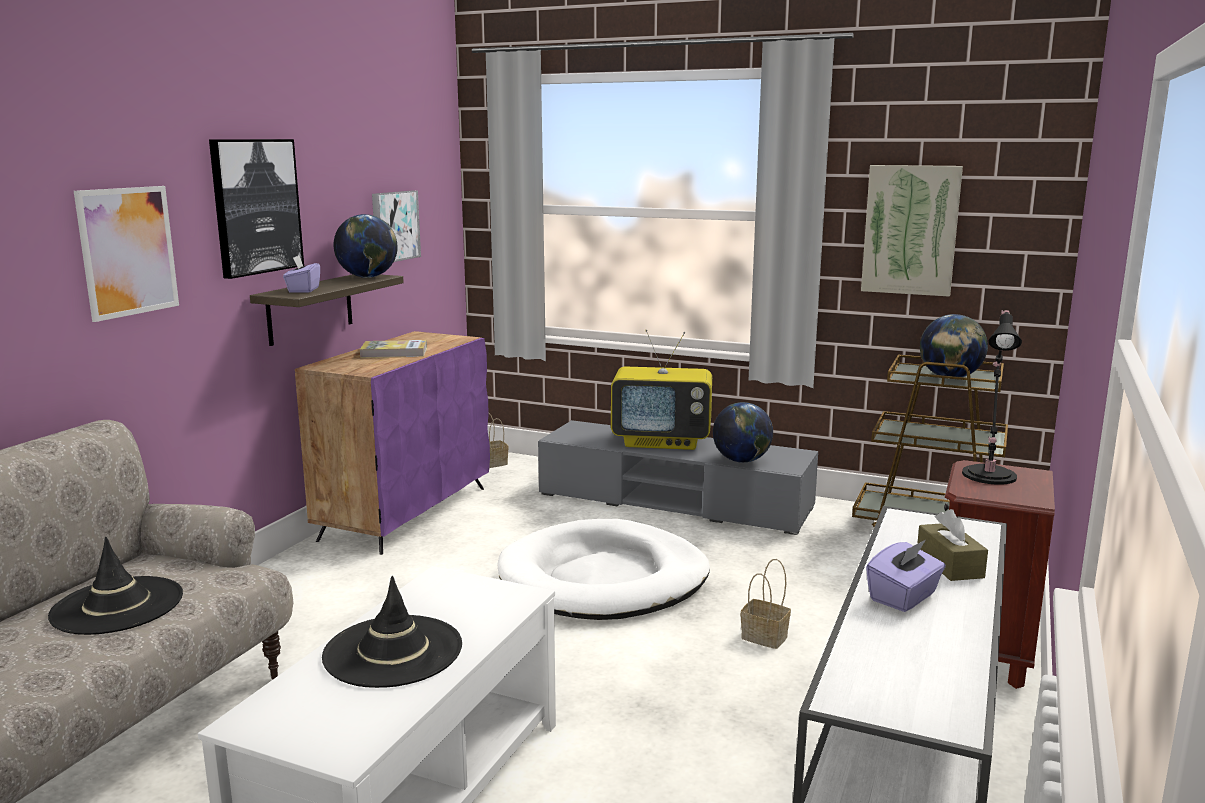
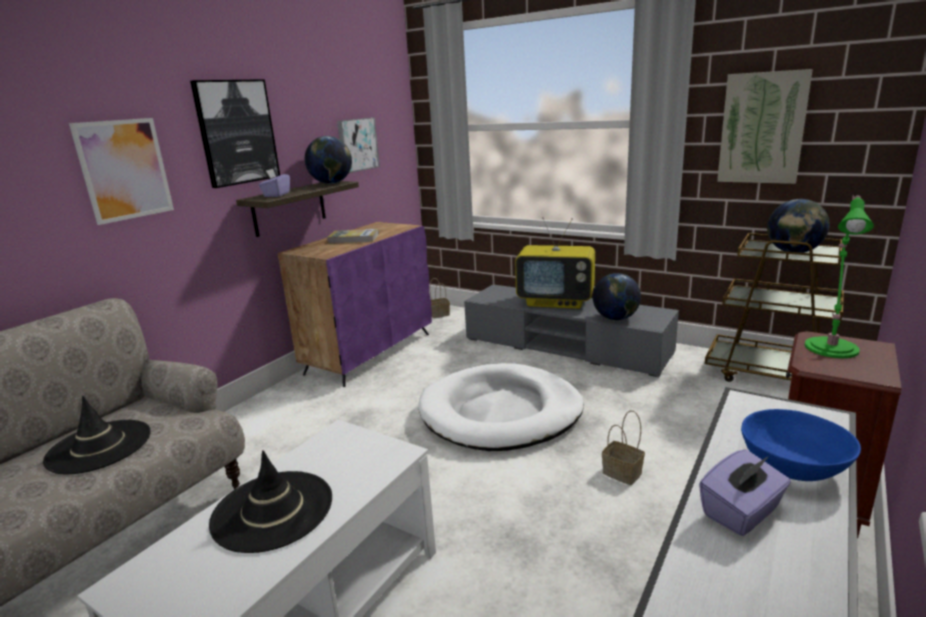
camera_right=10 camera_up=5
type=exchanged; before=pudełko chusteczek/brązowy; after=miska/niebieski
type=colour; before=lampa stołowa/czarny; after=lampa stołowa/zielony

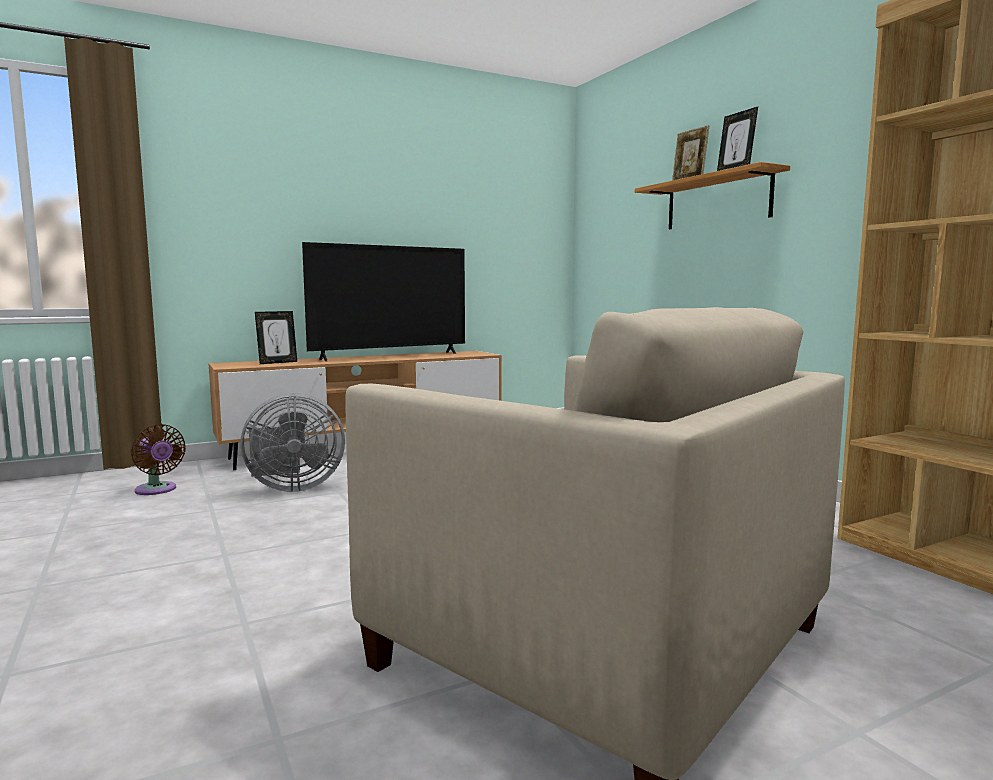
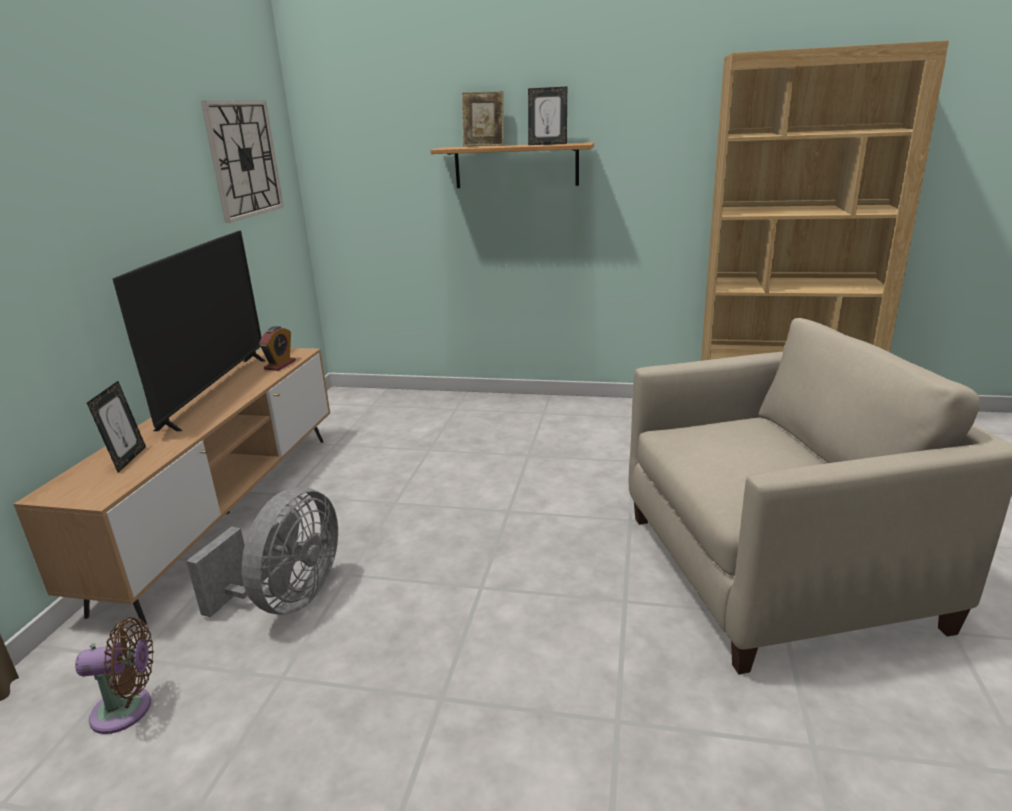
camera_right=-50 camera_up=15
type=appeared; after=zegar ścienny
type=appeared; after=budzik

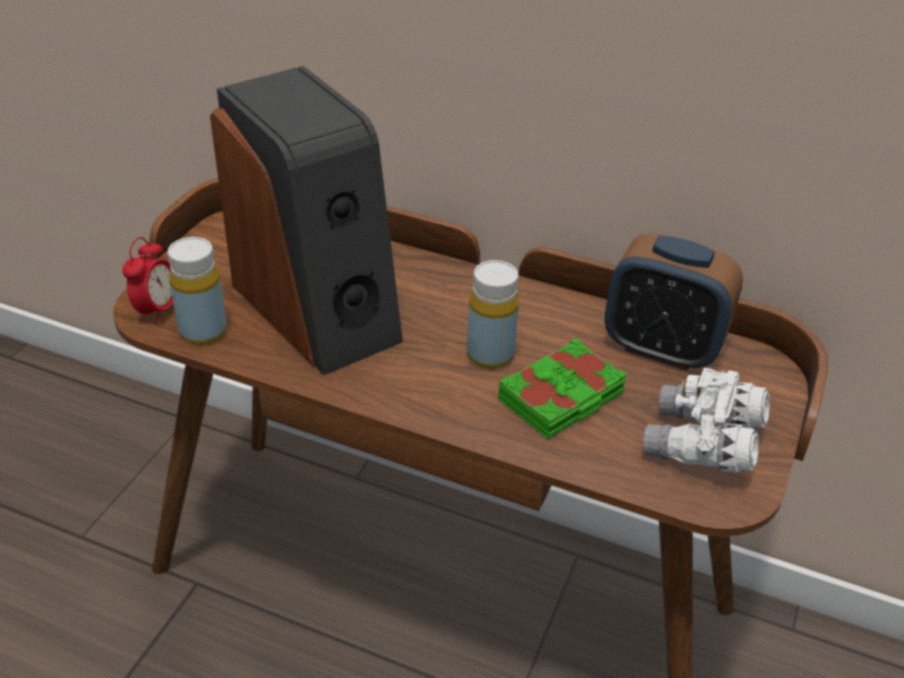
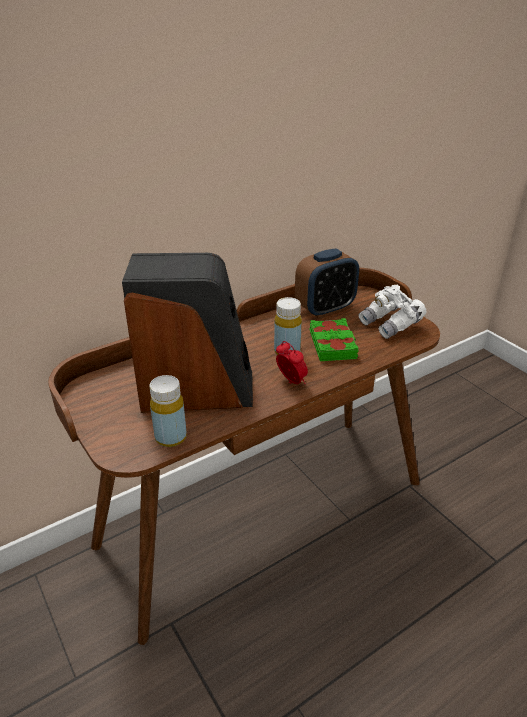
camera_right=-55 camera_up=-5
type=relocated; before=budzik (no. 1 from left)

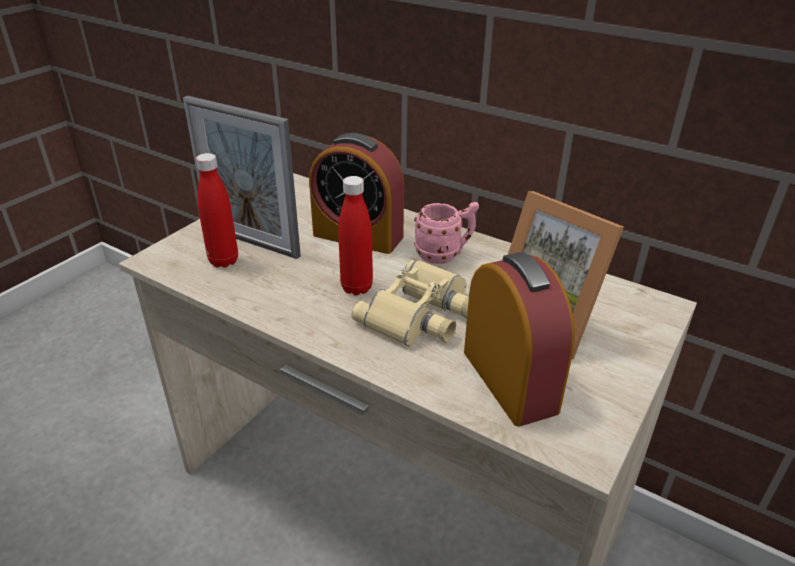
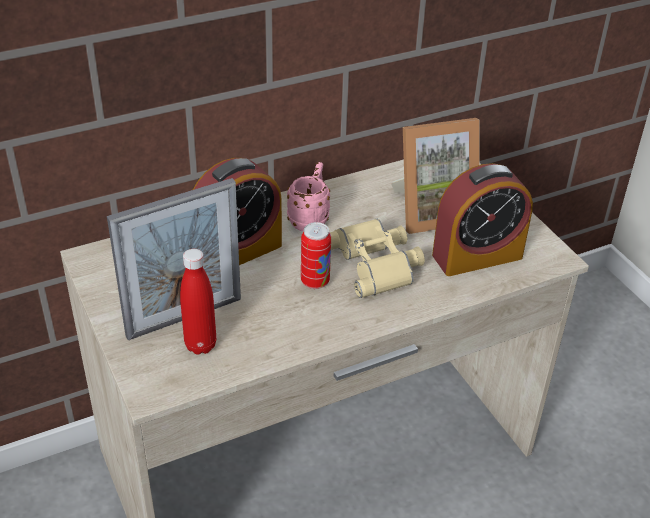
camera_right=-60 camera_up=5
type=exchanged; before=butelka/czerwony (no. 2 from left); after=puszka
type=spun; before=budzik (no. 2 from left); turn=150

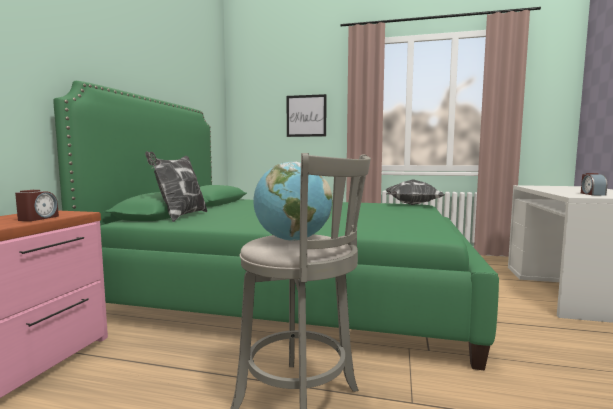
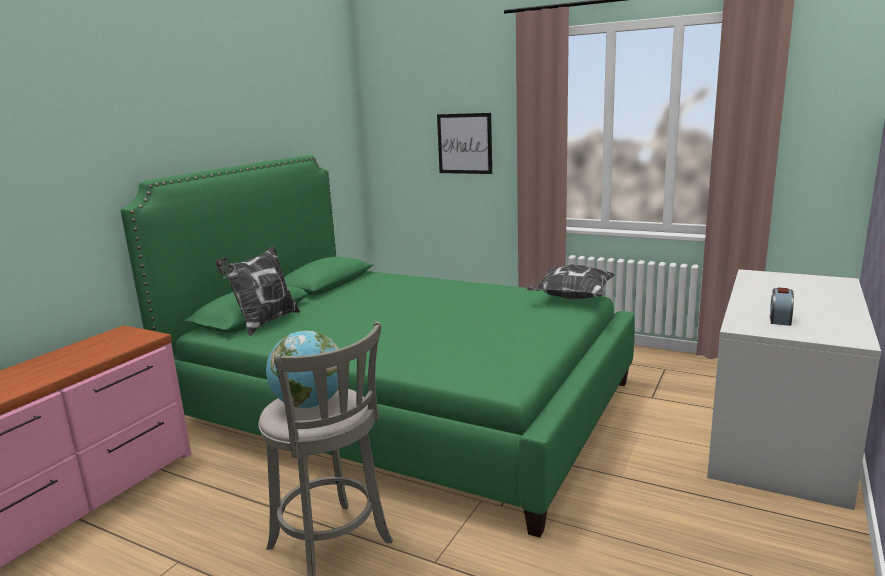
camera_right=15 camera_up=10
type=missing; before=budzik (no. 1 from left)

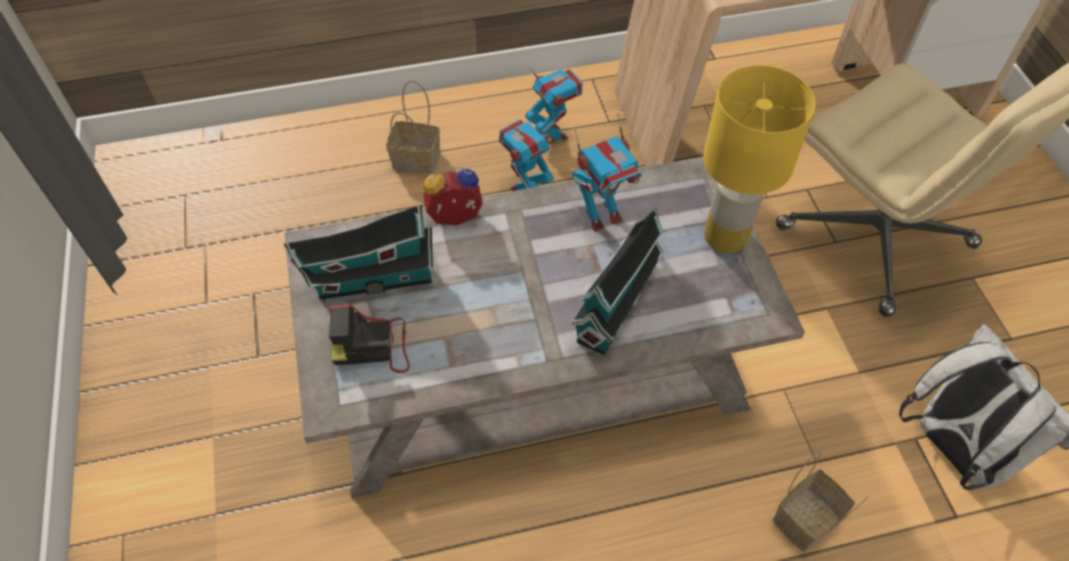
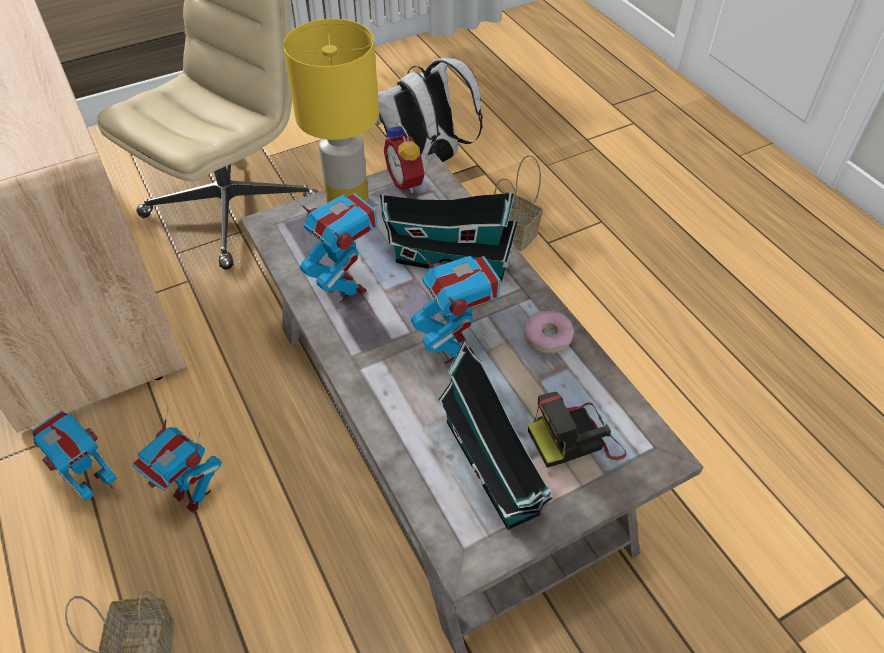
camera_right=-105 camera_up=-5
type=appeared; after=robot zabawkowy (no. 4 from left)
type=appeared; after=donut
type=relocated; before=budzik
type=spun; before=aparat fotograficzny; turn=90

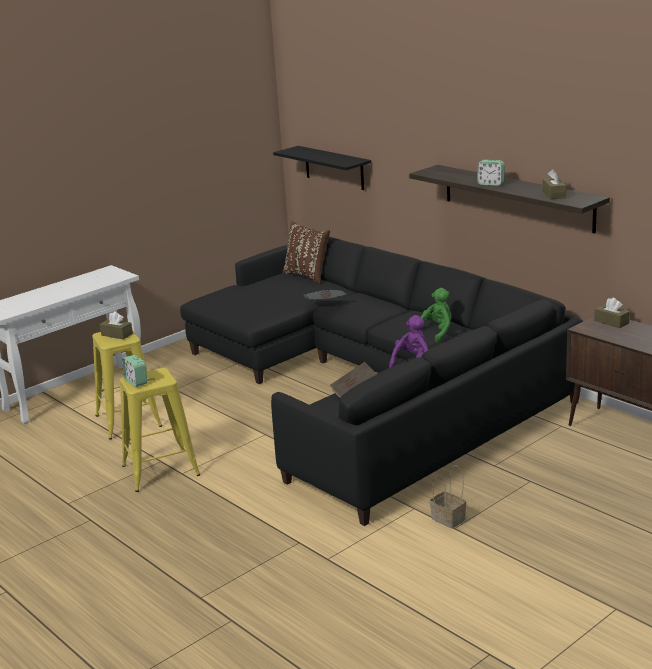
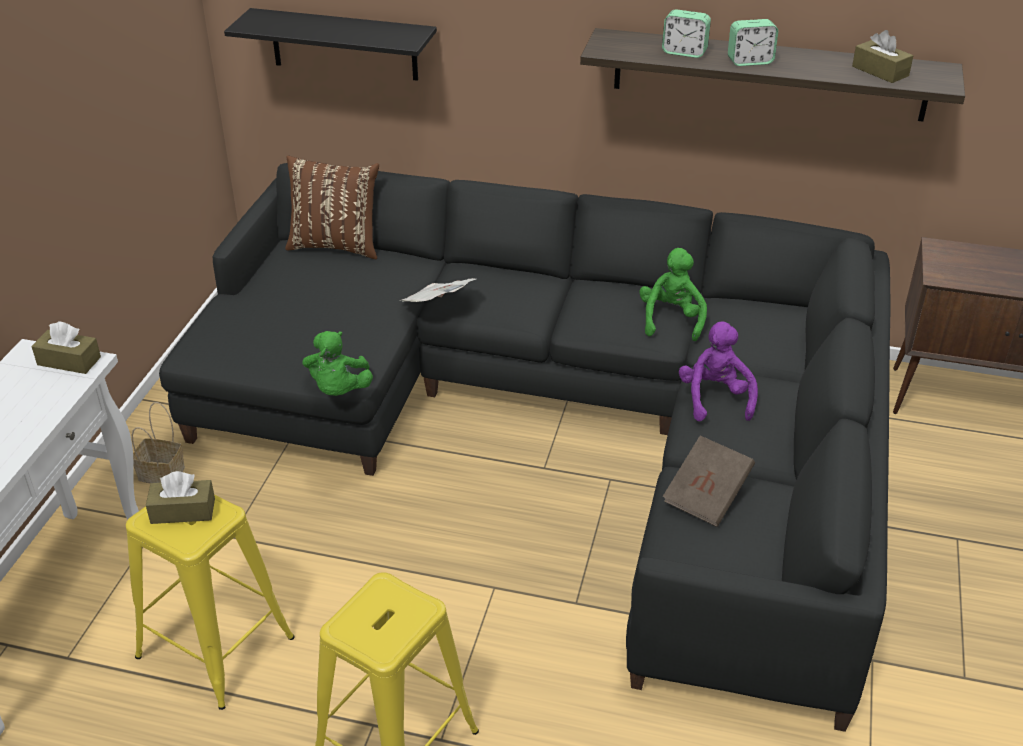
camera_right=-35 camera_up=15
type=appeared; after=pluszak/zielony (no. 1 from left)
type=relocated; before=budzik (no. 1 from left)
type=relocated; before=koszyk
type=relocated; before=pudełko chusteczek/brązowy (no. 3 from left in the first image); after=pudełko chusteczek/brązowy (no. 1 from left)

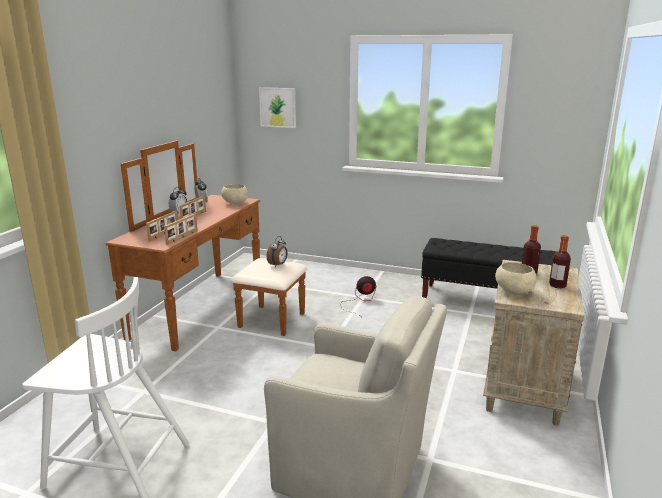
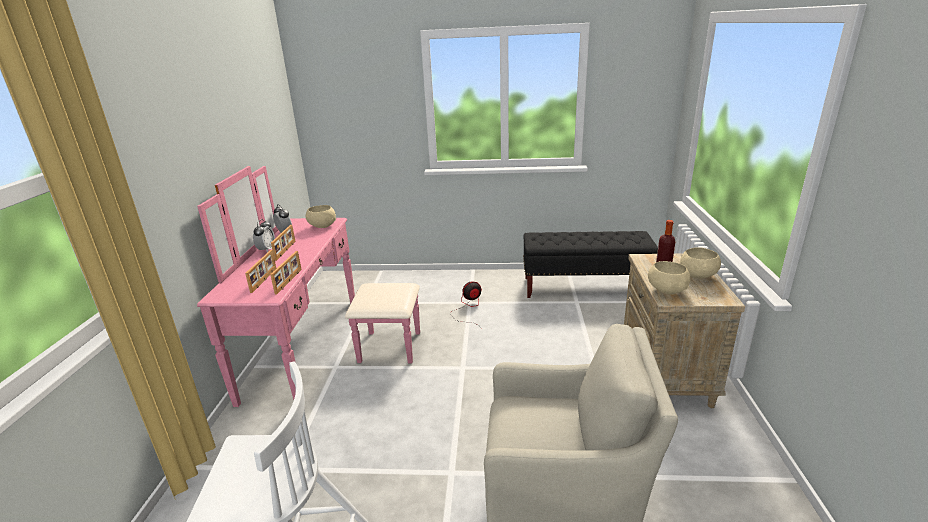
camera_right=-15 camera_up=5
type=missing; before=obraz
type=missing; before=budzik (no. 3 from left)
type=exchanged; before=butelka (no. 2 from left); after=miska/beżowy (no. 3 from left)
type=colour; before=komoda/brązowy; after=komoda/różowy

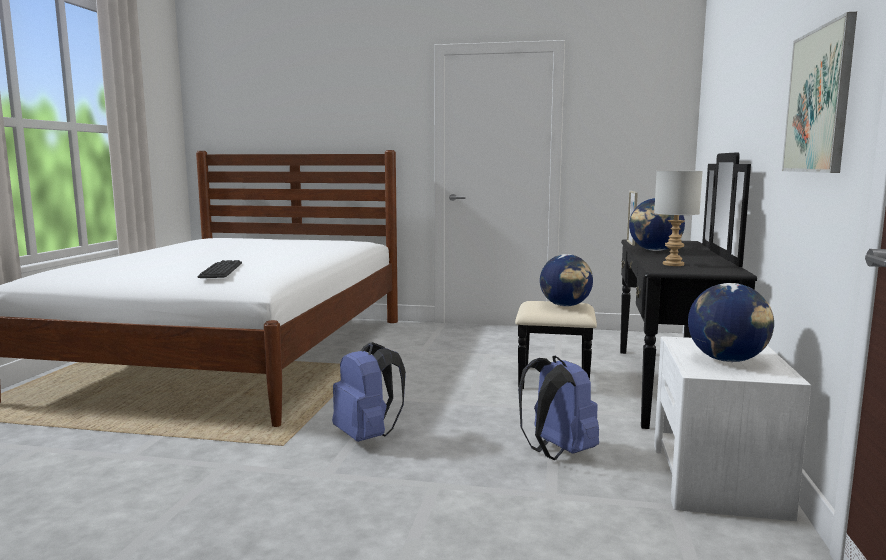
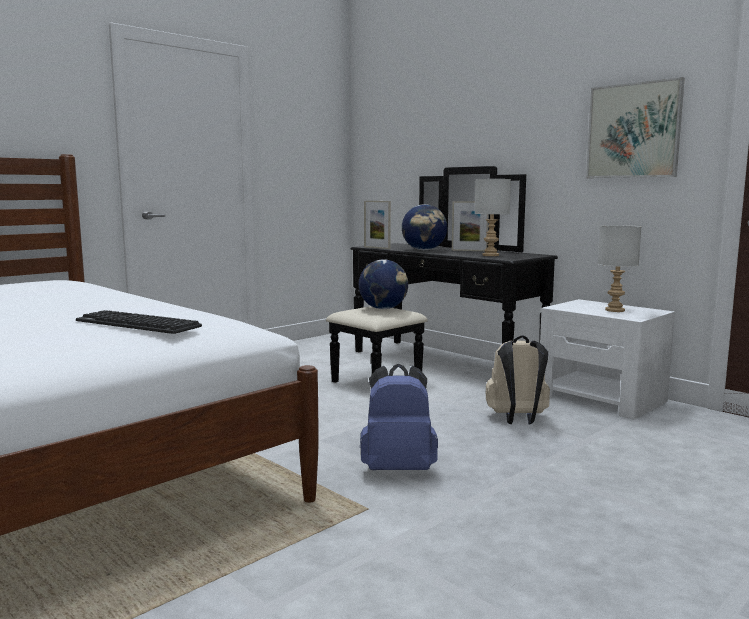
camera_right=-55 camera_up=0
type=appeared; after=ramka na zdjęcie (no. 2 from left)
type=exchanged; before=globus (no. 3 from left); after=lampa stołowa/szary (no. 2 from left)
type=colour; before=plecak/niebieski (no. 2 from left); after=plecak/beżowy

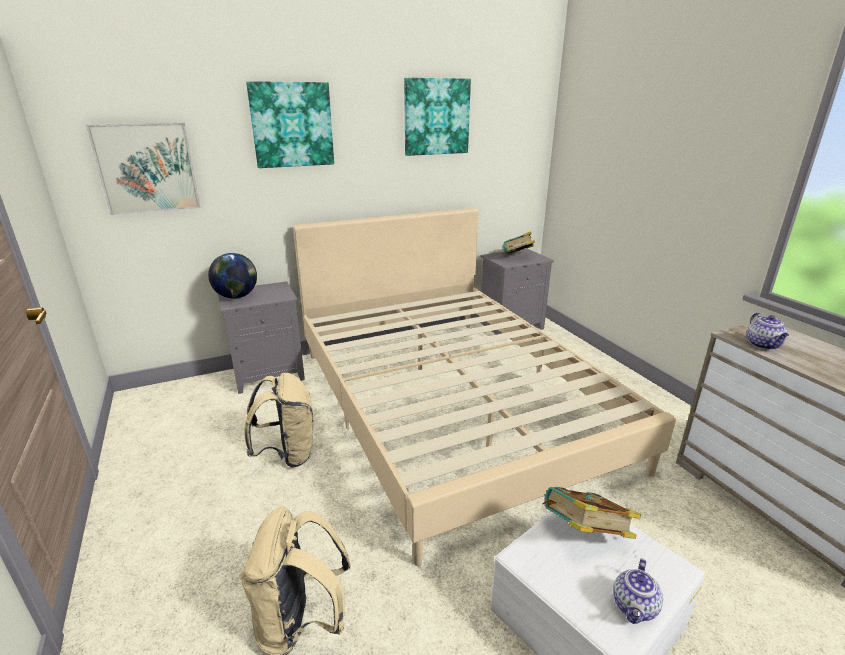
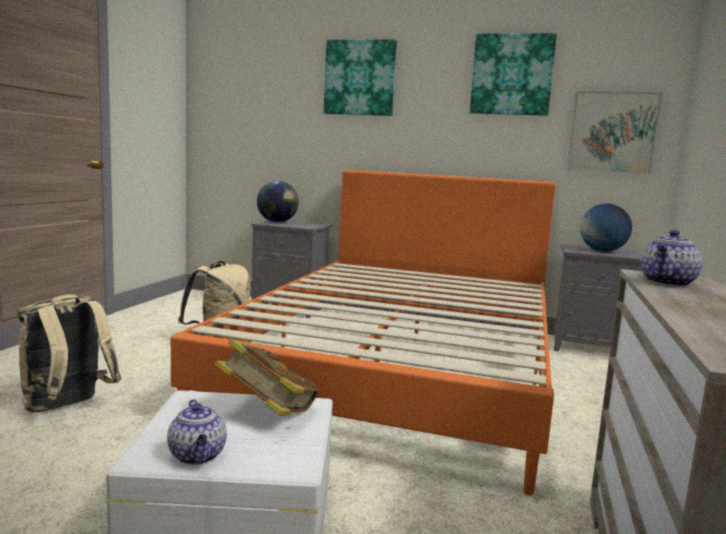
camera_right=40 camera_up=-15
type=relocated; before=obraz (no. 1 from left in the first image); after=obraz (no. 3 from left)
type=exchanged; before=książka (no. 1 from left); after=globus (no. 2 from left)
type=colour; before=łóżko/beżowy; after=łóżko/pomarańczowy
type=spun; before=imbryk (no. 1 from left); turn=-90

